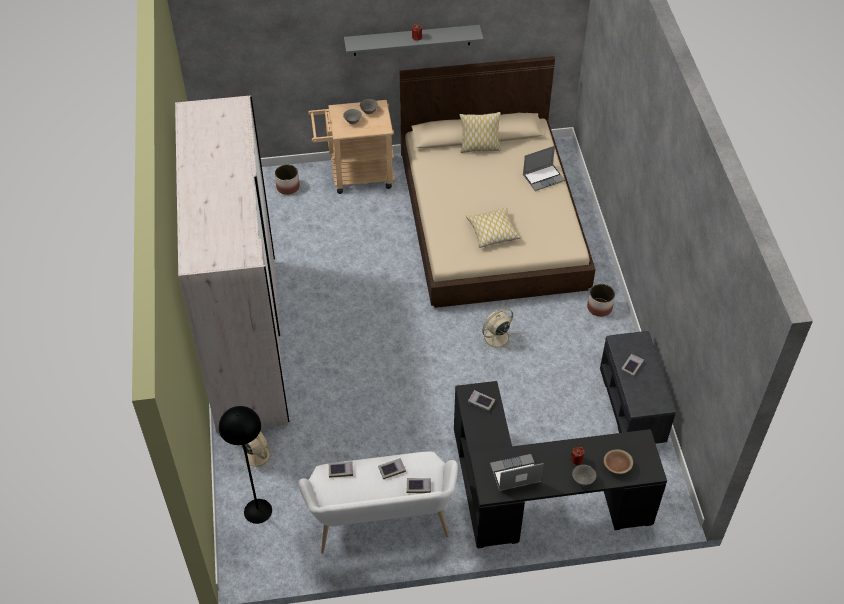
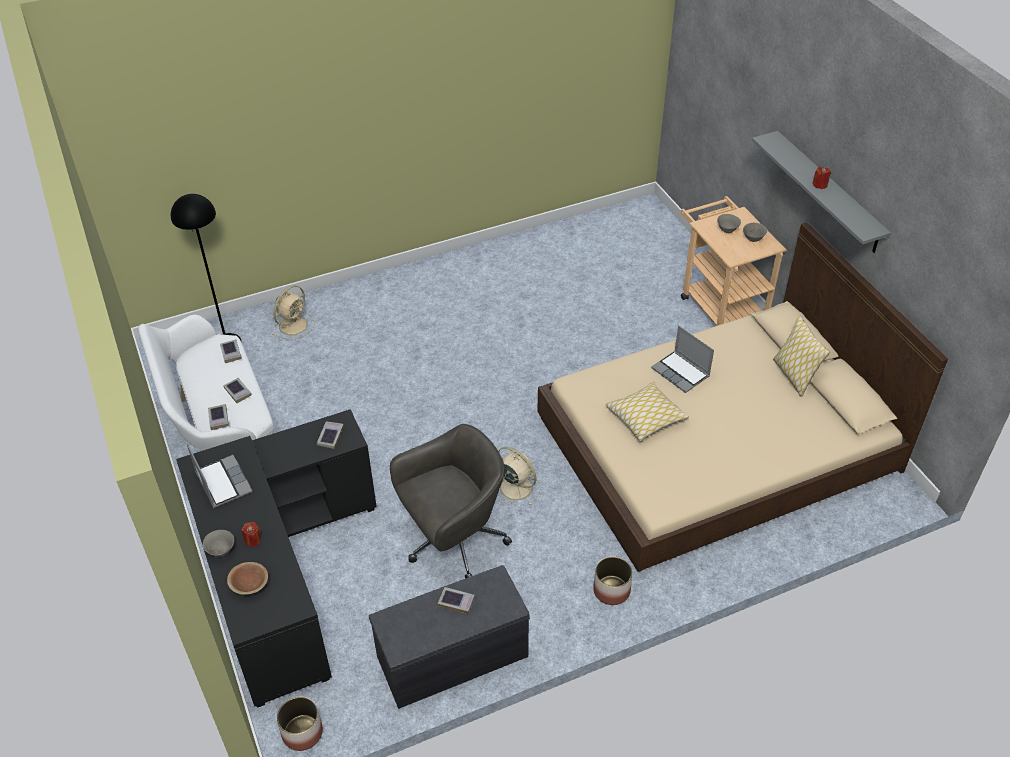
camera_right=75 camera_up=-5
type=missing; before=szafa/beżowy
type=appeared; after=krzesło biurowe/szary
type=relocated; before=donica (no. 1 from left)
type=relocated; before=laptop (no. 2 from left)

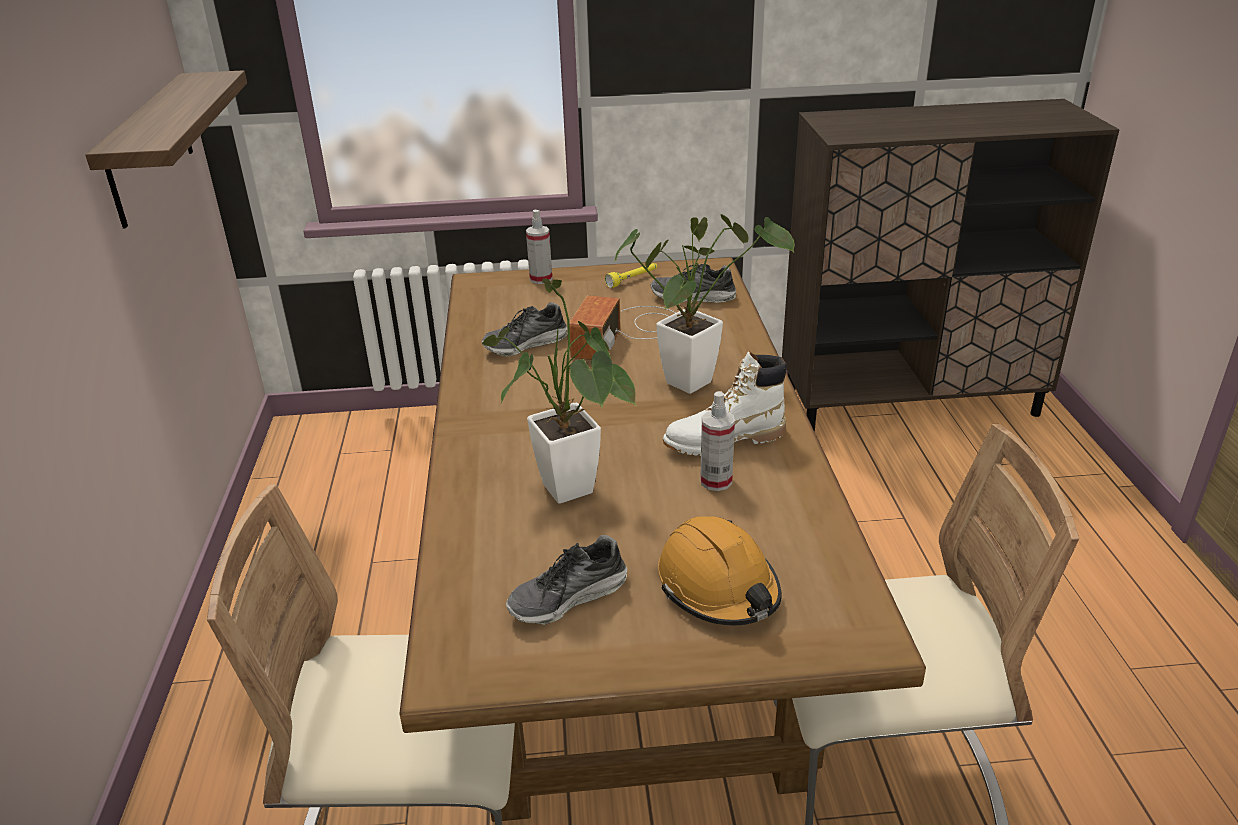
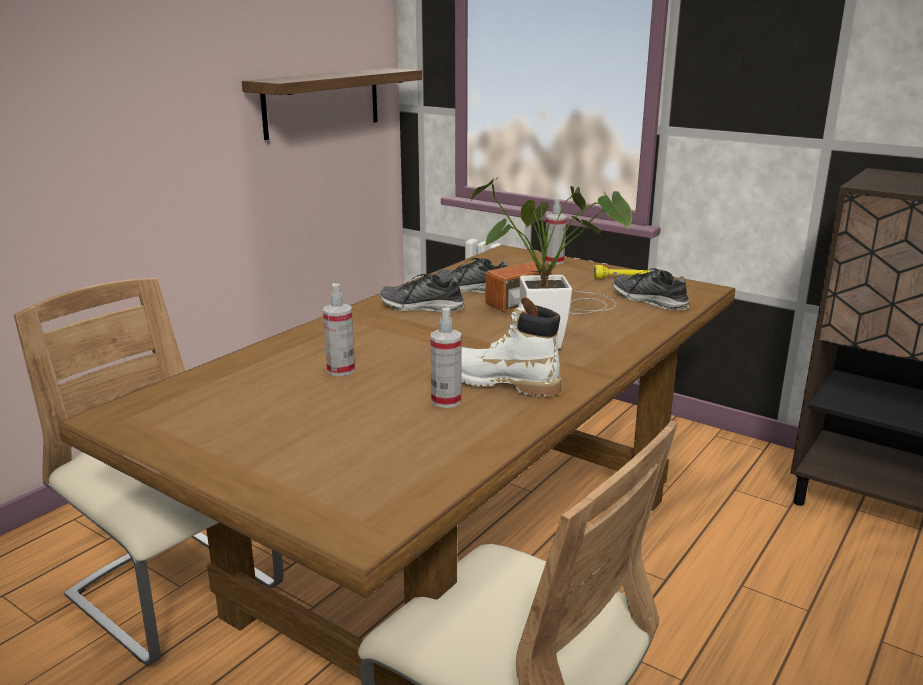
camera_right=40 camera_up=-10
type=missing; before=kask/pomarańczowy
type=relocated; before=but (no. 2 from left in the first image); after=but (no. 1 from left)
type=exchanged; before=roślina doniczkowa (no. 1 from left); after=spryskiwacz (no. 1 from left)

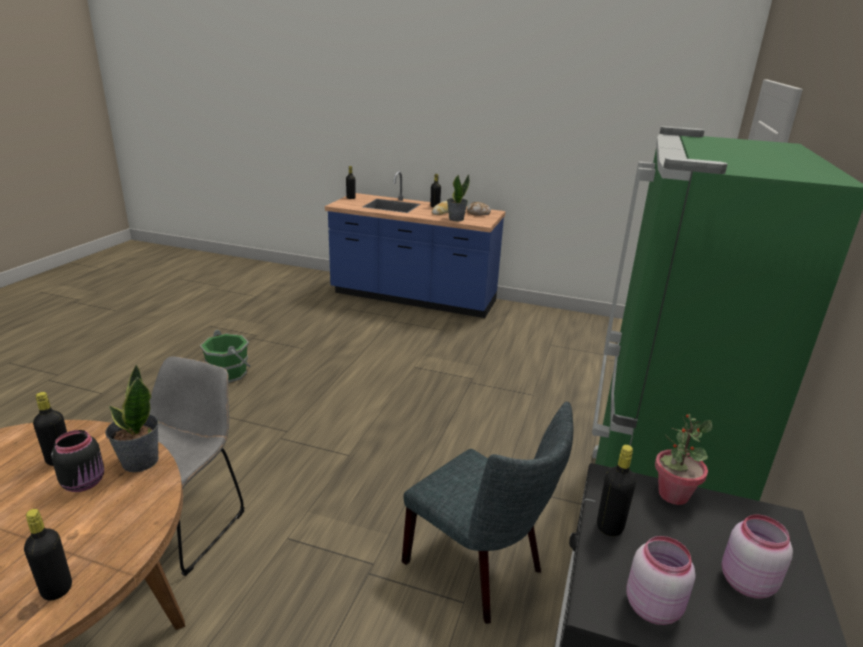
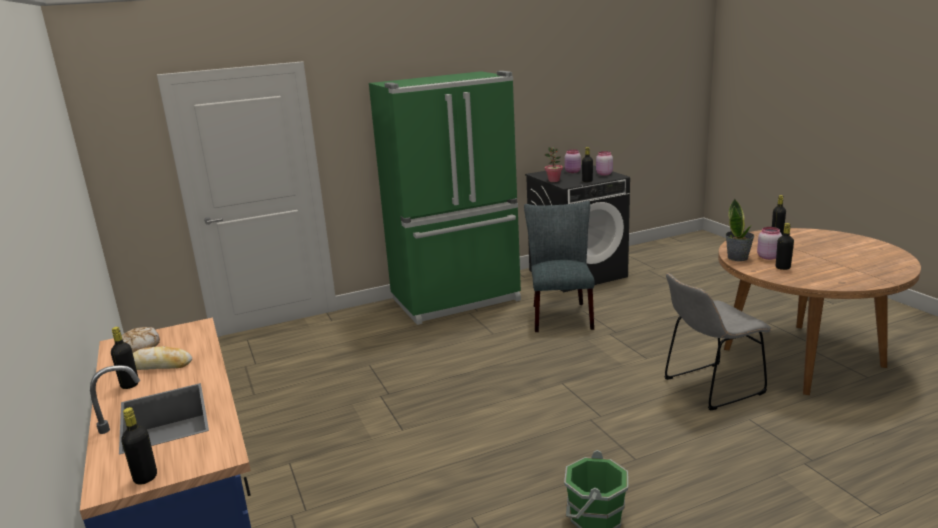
camera_right=-130 camera_up=-5
type=missing; before=roślina doniczkowa (no. 2 from left)
type=colour; before=słoik/czarny; after=słoik/różowy (no. 3 from left)

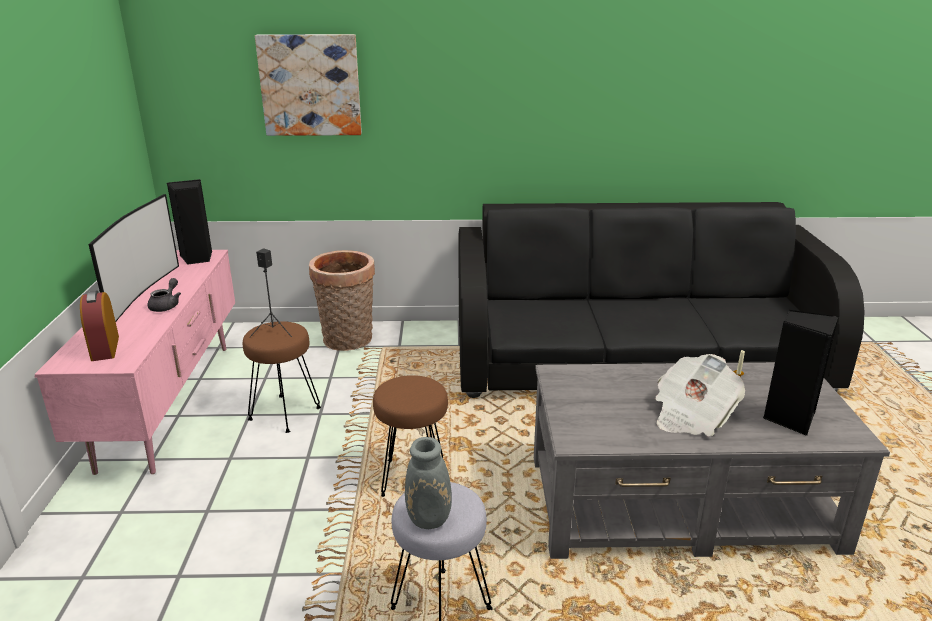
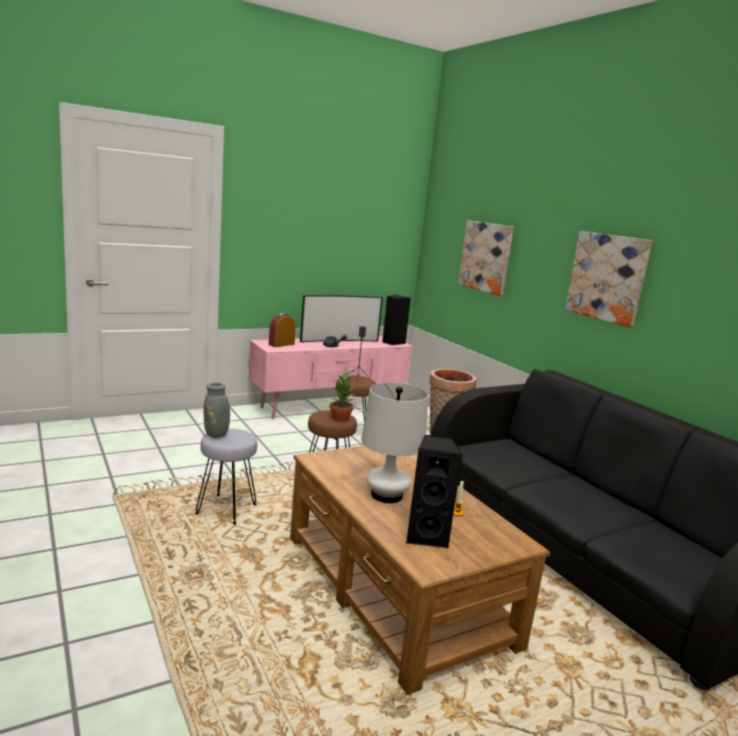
camera_right=60 camera_up=-10
type=appeared; after=roślina doniczkowa
type=appeared; after=obraz (no. 2 from left)
type=exchanged; before=gazeta; after=lampa stołowa/biały
type=colour; before=ława/szary; after=ława/brązowy

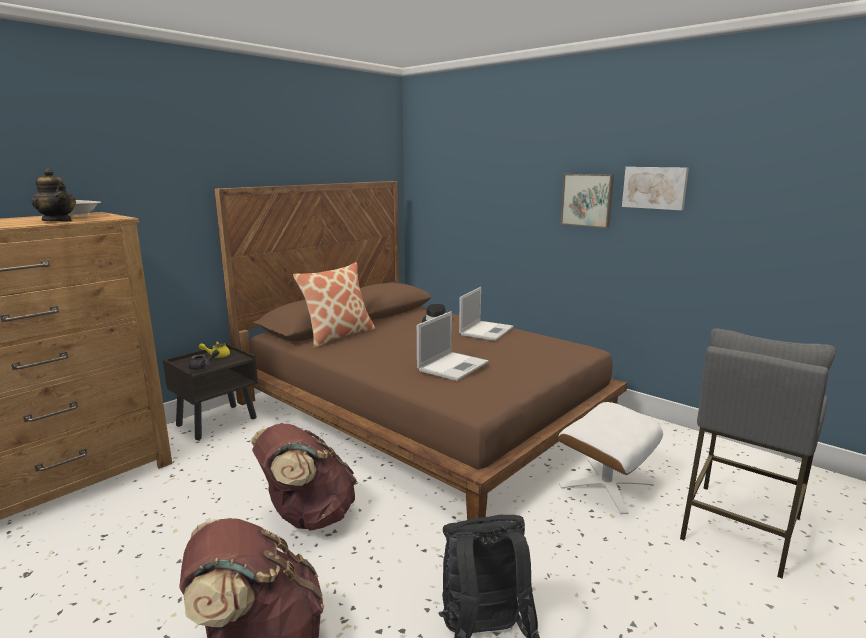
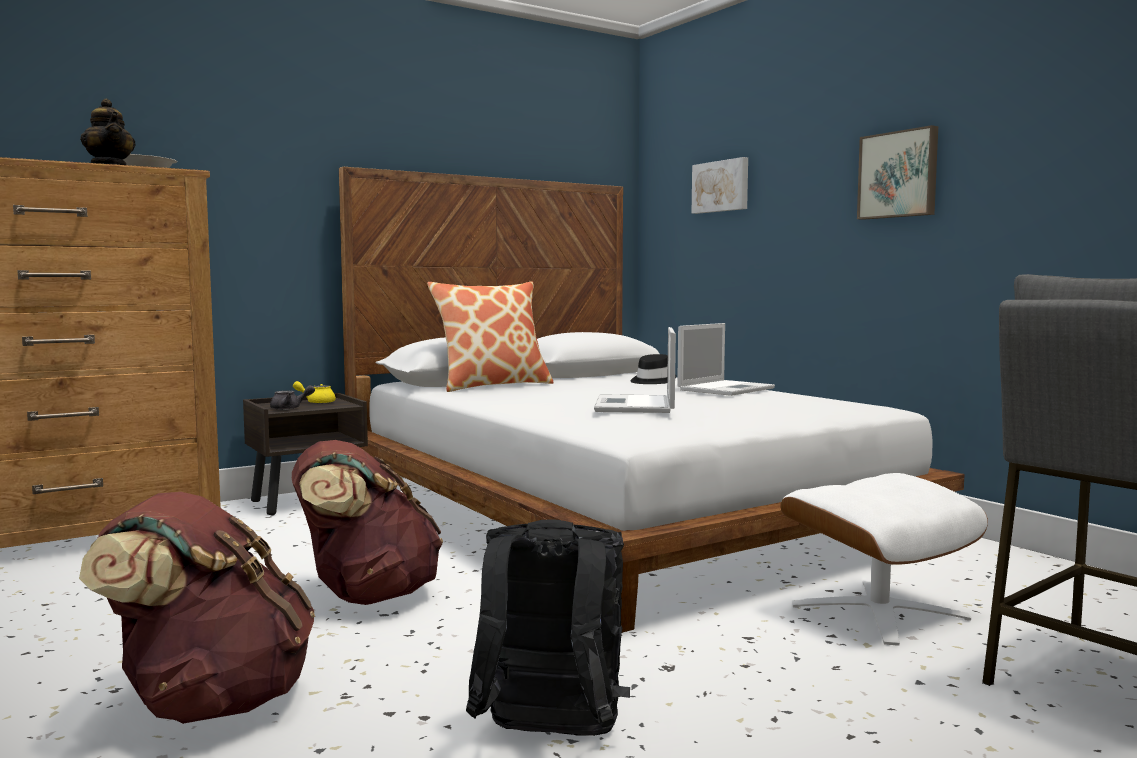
camera_right=15 camera_up=-10
type=relocated; before=obraz (no. 2 from left in the first image); after=obraz (no. 1 from left)
type=colour; before=łóżko/brązowy; after=łóżko/biały
type=spun; before=laptop (no. 1 from left); turn=135

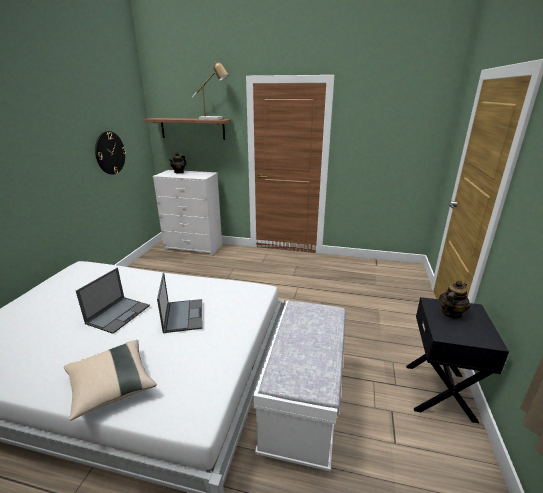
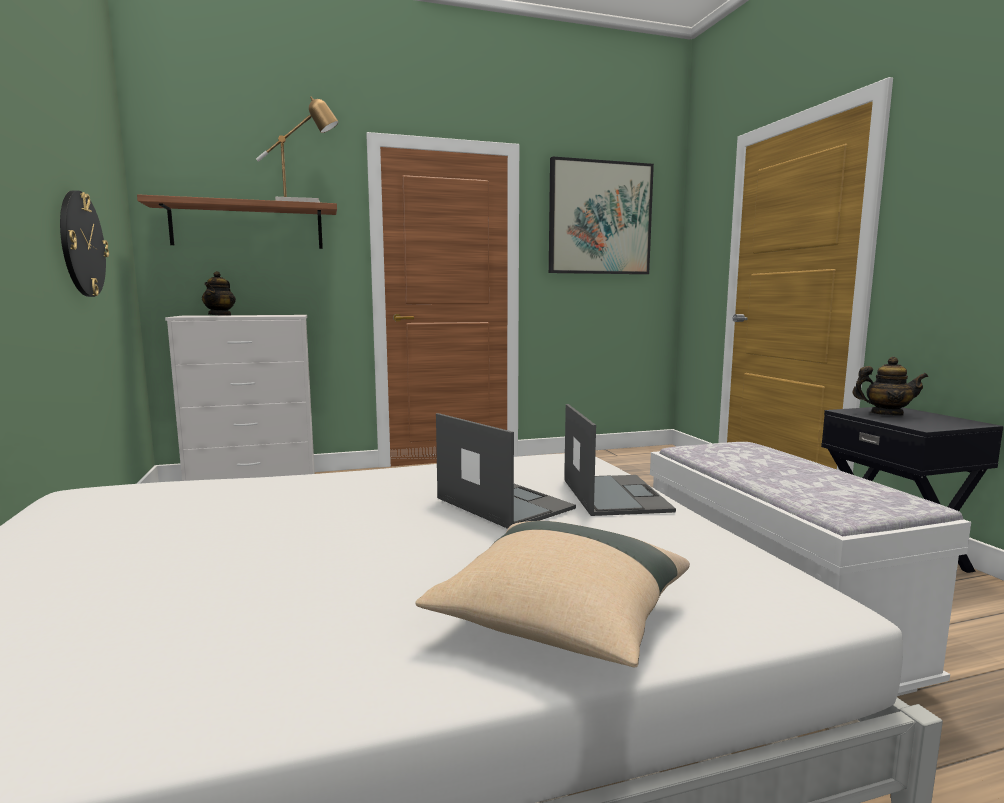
camera_right=-30 camera_up=-15
type=appeared; after=obraz
type=relocated; before=laptop (no. 1 from left in the first image); after=laptop (no. 2 from left)
type=spun; before=imbryk (no. 2 from left); turn=90

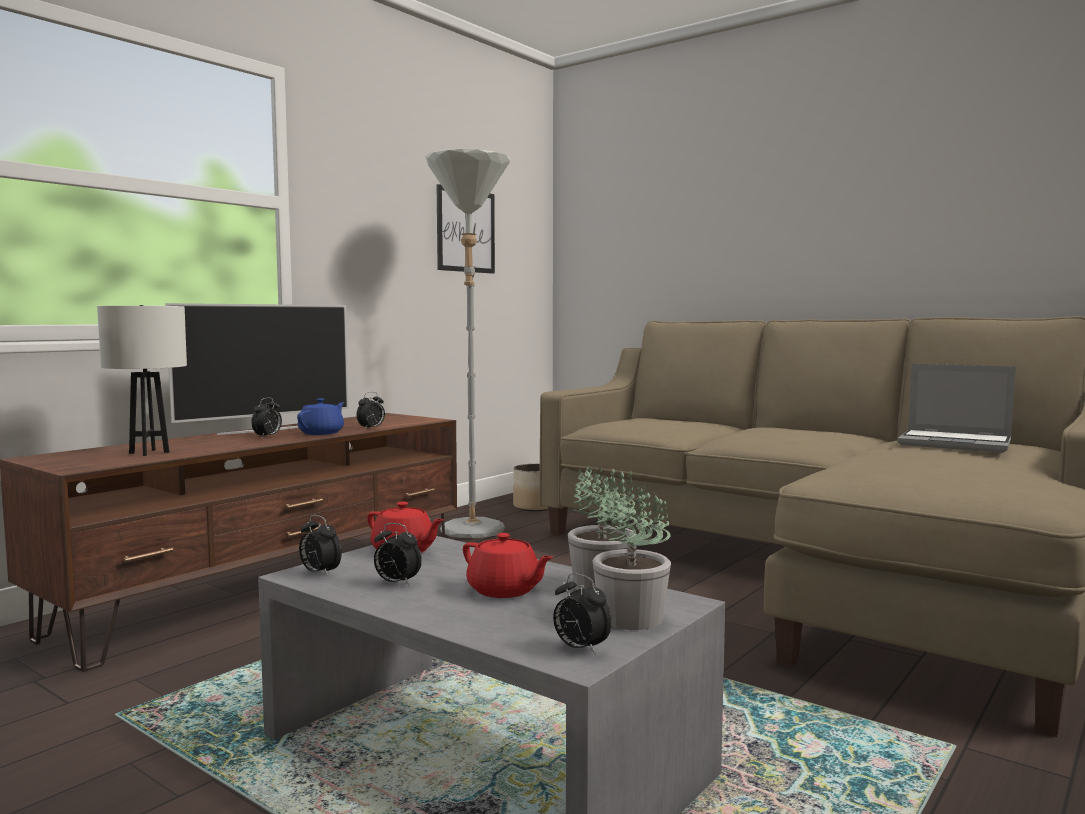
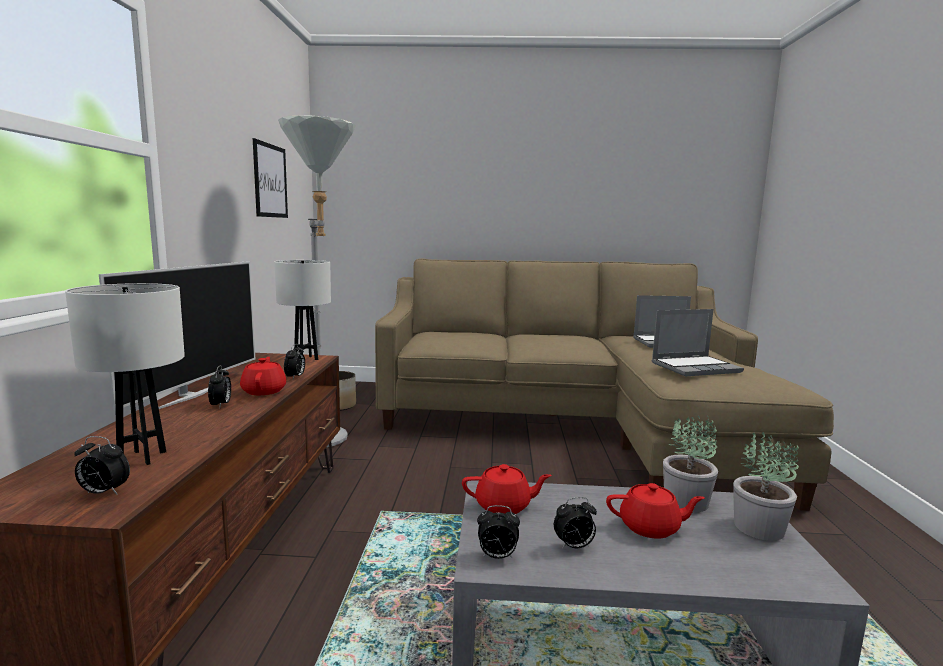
camera_right=-35 camera_up=5
type=appeared; after=lampa stołowa/biały (no. 2 from left)
type=appeared; after=laptop (no. 2 from left)
type=relocated; before=budzik (no. 5 from left in the first image); after=budzik (no. 1 from left)
type=colour; before=imbryk/niebieski; after=imbryk/czerwony (no. 1 from left)

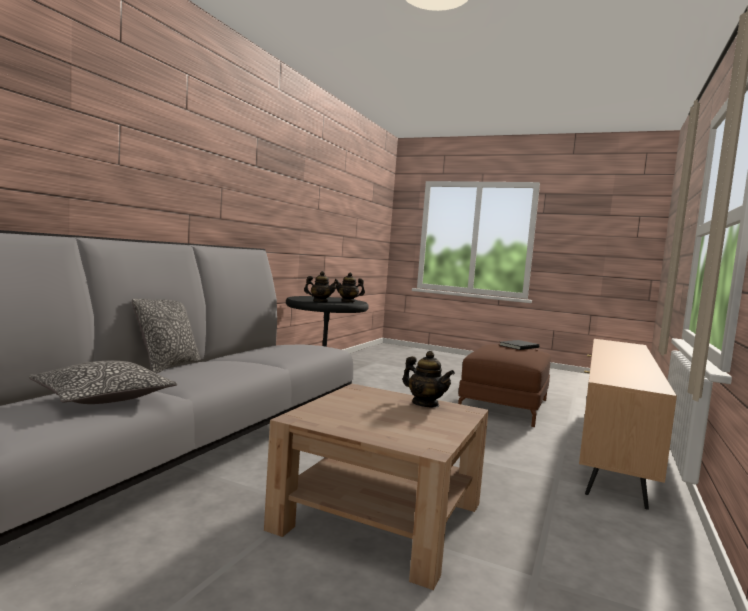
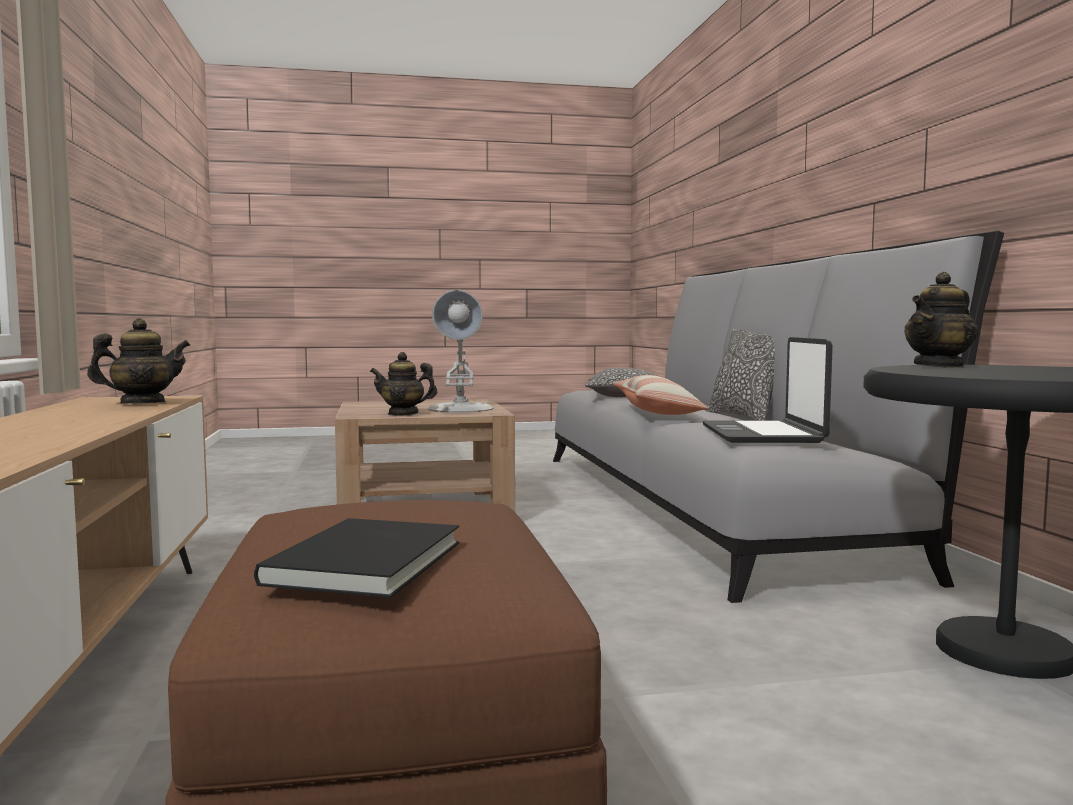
camera_right=145 camera_up=0
type=appeared; after=lampa stołowa/biały
type=appeared; after=poduszka (no. 2 from left)
type=appeared; after=laptop
type=relocated; before=imbryk (no. 2 from left in the first image); after=imbryk (no. 1 from left)

